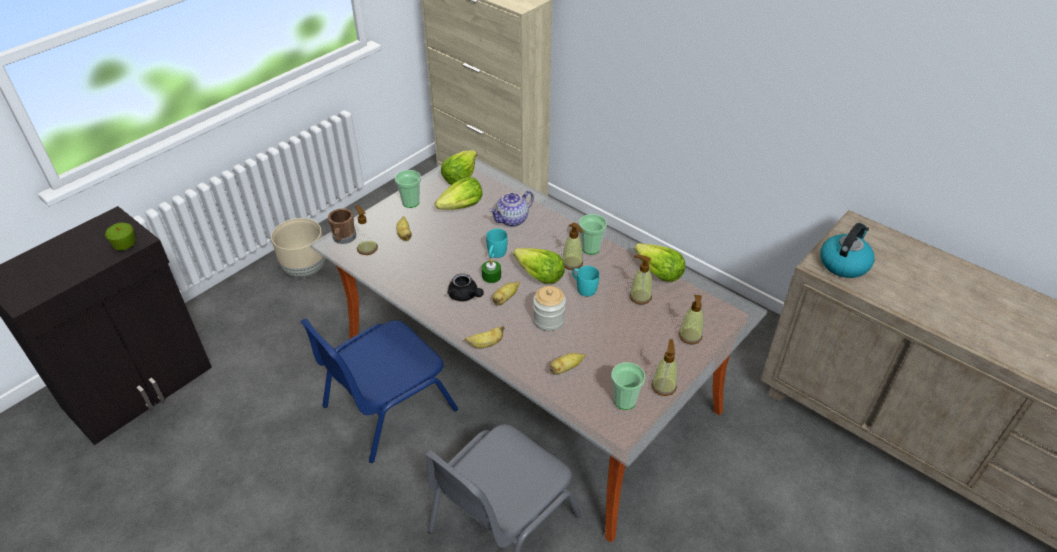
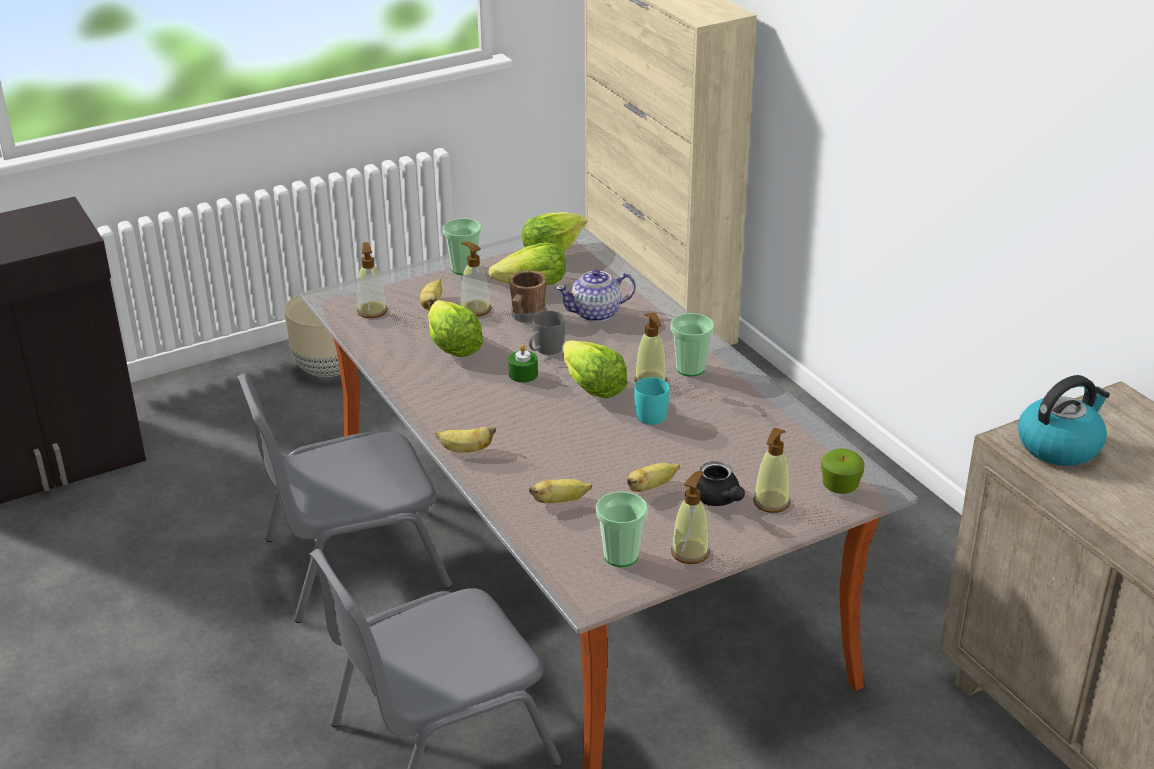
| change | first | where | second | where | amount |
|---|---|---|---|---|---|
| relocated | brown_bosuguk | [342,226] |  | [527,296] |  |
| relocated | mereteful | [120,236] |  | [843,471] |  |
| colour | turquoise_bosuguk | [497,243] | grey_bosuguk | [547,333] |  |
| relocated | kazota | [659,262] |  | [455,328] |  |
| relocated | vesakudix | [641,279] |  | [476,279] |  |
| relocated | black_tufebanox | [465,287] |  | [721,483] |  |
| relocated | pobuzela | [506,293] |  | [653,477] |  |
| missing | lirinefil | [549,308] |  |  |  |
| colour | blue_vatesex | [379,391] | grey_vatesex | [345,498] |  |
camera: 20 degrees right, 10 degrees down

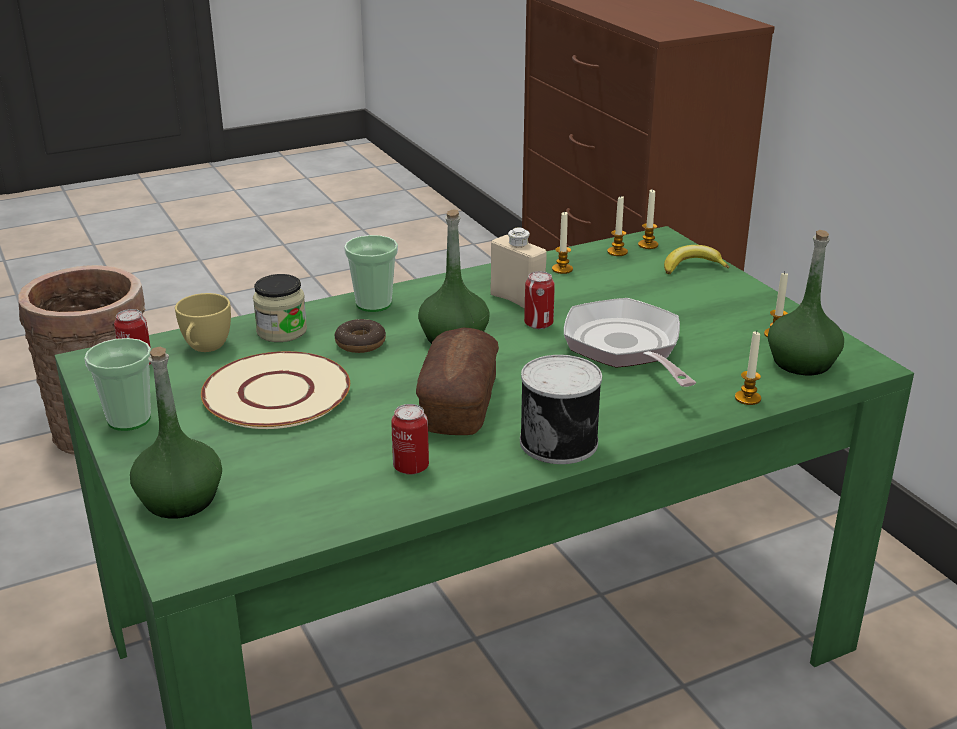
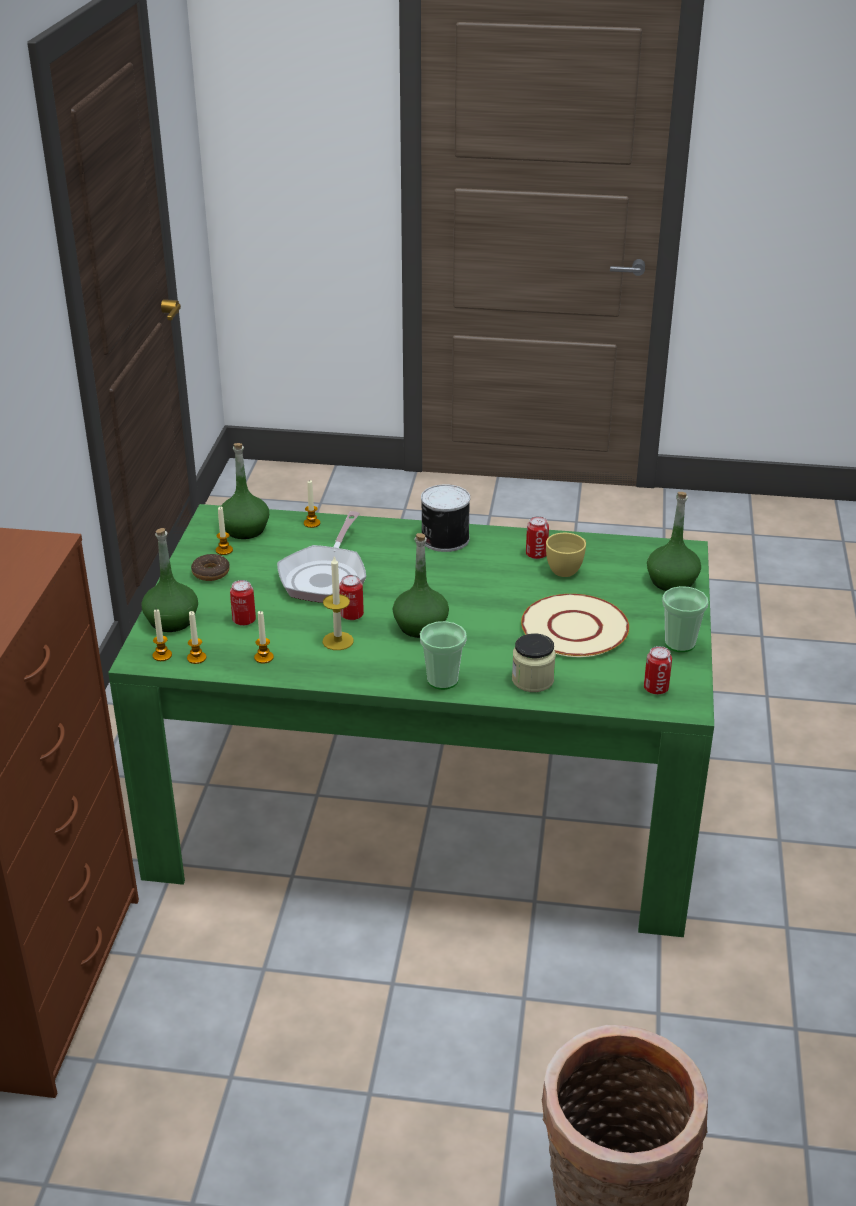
| change | first | where | second | where | amount |
|---|---|---|---|---|---|
| exchanged | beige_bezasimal | [519,268] | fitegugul | [338,602] |  |
| exchanged | pobuzela | [696,259] | green_bezasimal | [169,580] |  |
| relocated | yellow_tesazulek | [203,322] |  | [566,555] |  |
| relocated | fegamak | [360,336] |  | [210,567] |  |
| missing | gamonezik | [457,381] |  |  |  |
| appeared |  |  | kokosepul | [243,603] |  |
camera: 145 degrees left, 5 degrees up

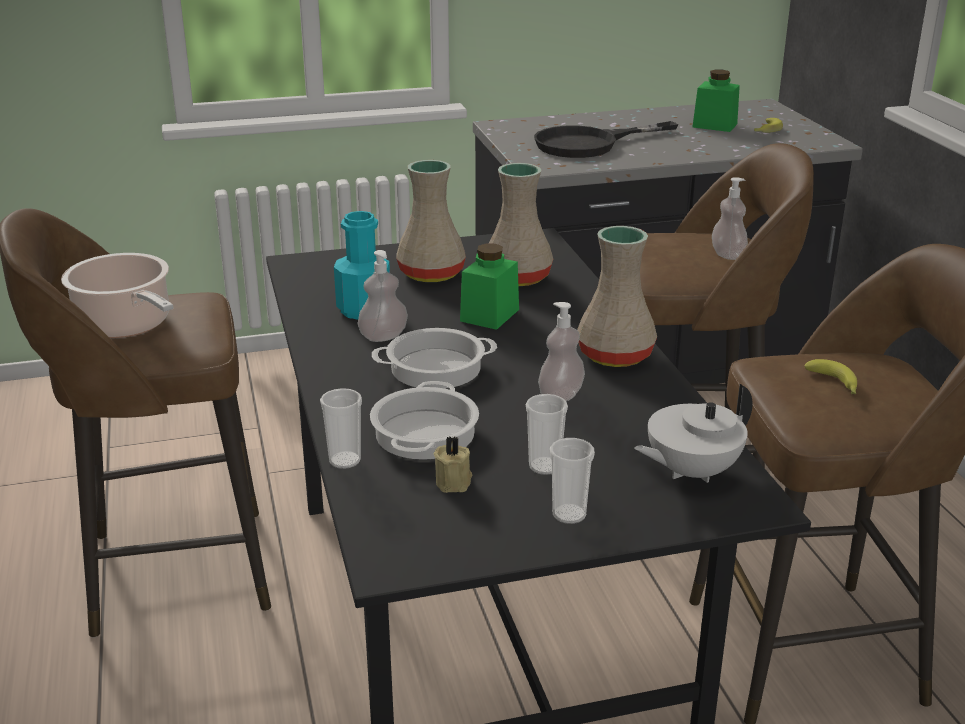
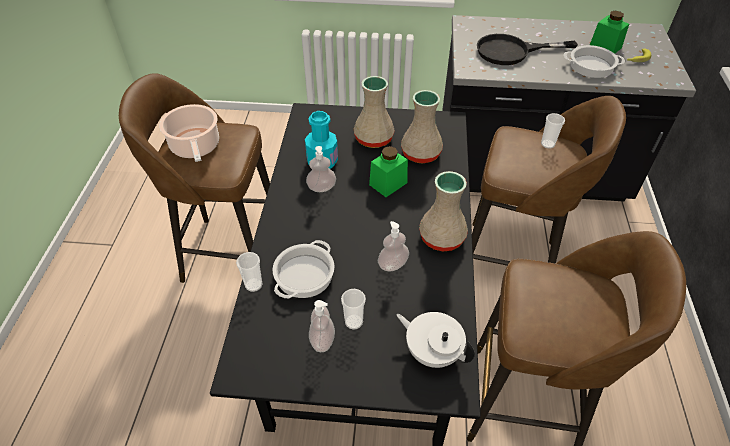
| change | first | where | second | where | amount |
|---|---|---|---|---|---|
| relocated | vesakudix | [730,218] |  | [322,326] |  |
| relocated | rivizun | [434,358] |  | [594,61] |  |
| missing | pobuzela | [830,376] |  |  |  |
| spun | white_tufebanox | [693,433] |  | [436,340] | 45 degrees clockwise |
| missing | beige_fitegugul | [453,464] |  |  |  |
| relocated | tesazulek | [572,481] |  | [553,131] |  |
camera: 20 degrees right, 20 degrees up

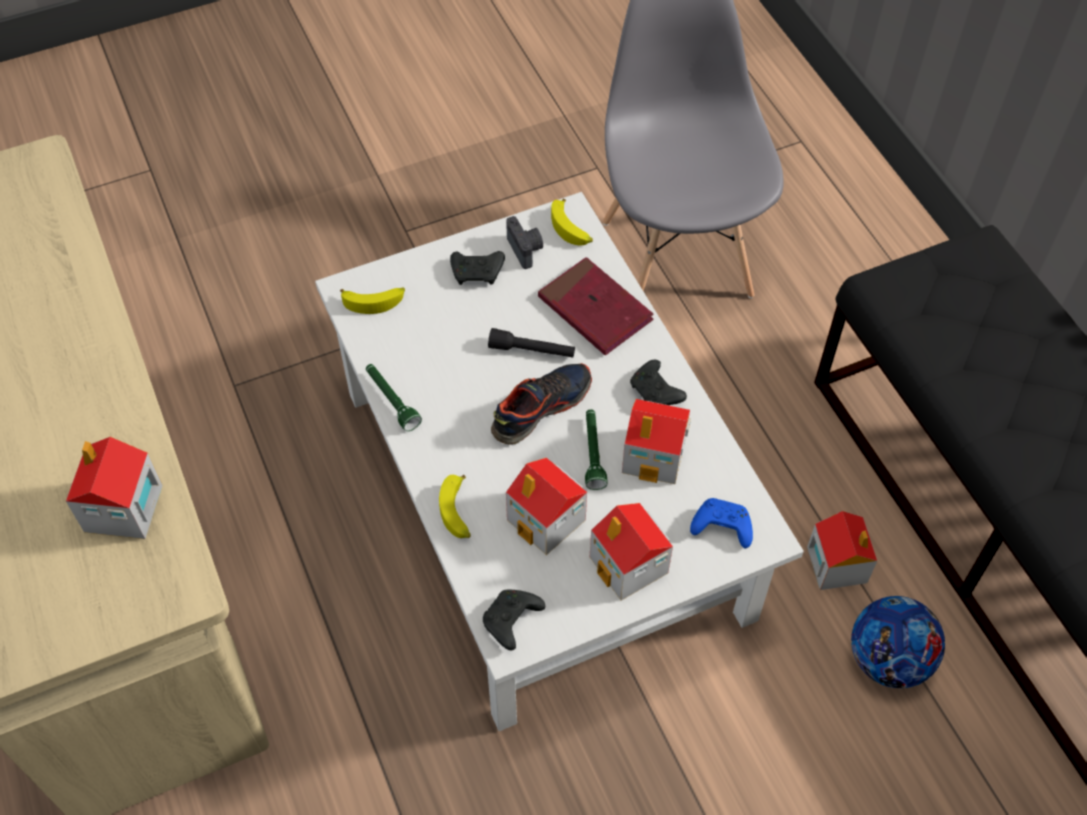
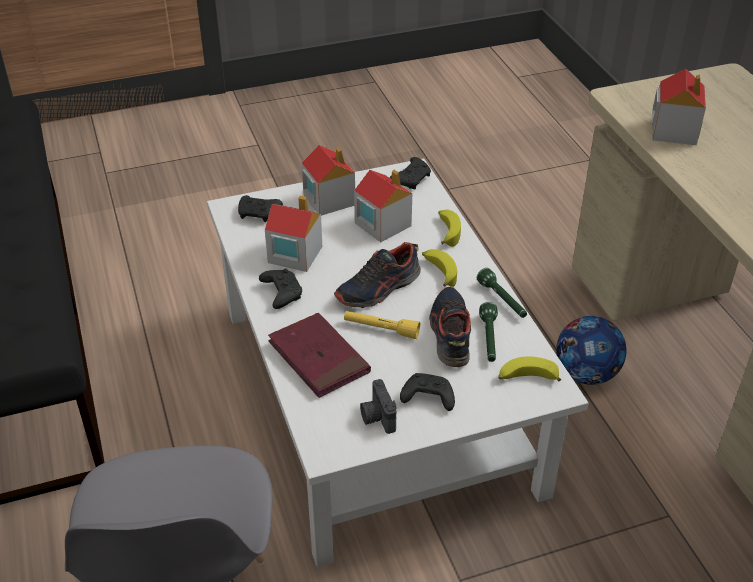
| change | first | where | second | where | amount |
|---|---|---|---|---|---|
| relocated | pobuzela | [572,222] |  | [439,268] |  |
| colour | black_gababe | [531,343] | yellow_gababe | [382,325] |  |
| relocated | green_gababe | [596,449] |  | [488,332] |  |
| colour | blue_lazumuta | [721,523] | black_lazumuta | [260,208] |  |
| missing | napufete | [842,550] |  |  |  |
| relocated | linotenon | [898,642] |  | [591,350] |  |
| appeared |  |  | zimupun | [450,327] |  |
camera: 175 degrees left, 15 degrees down

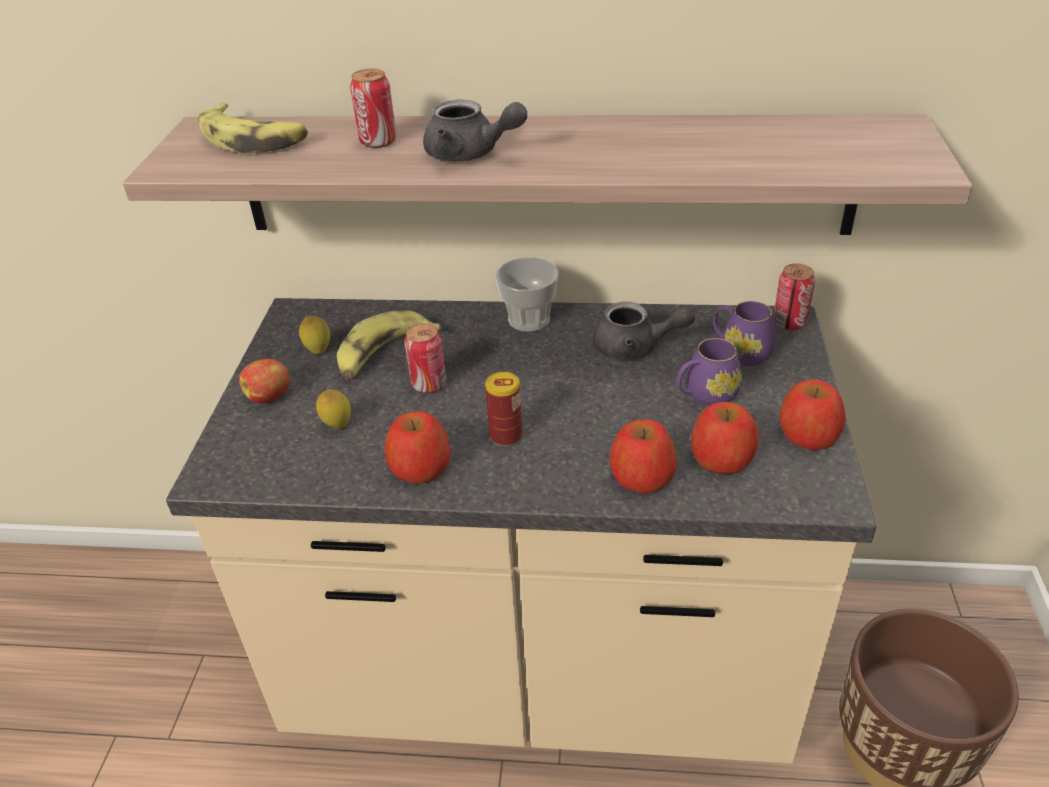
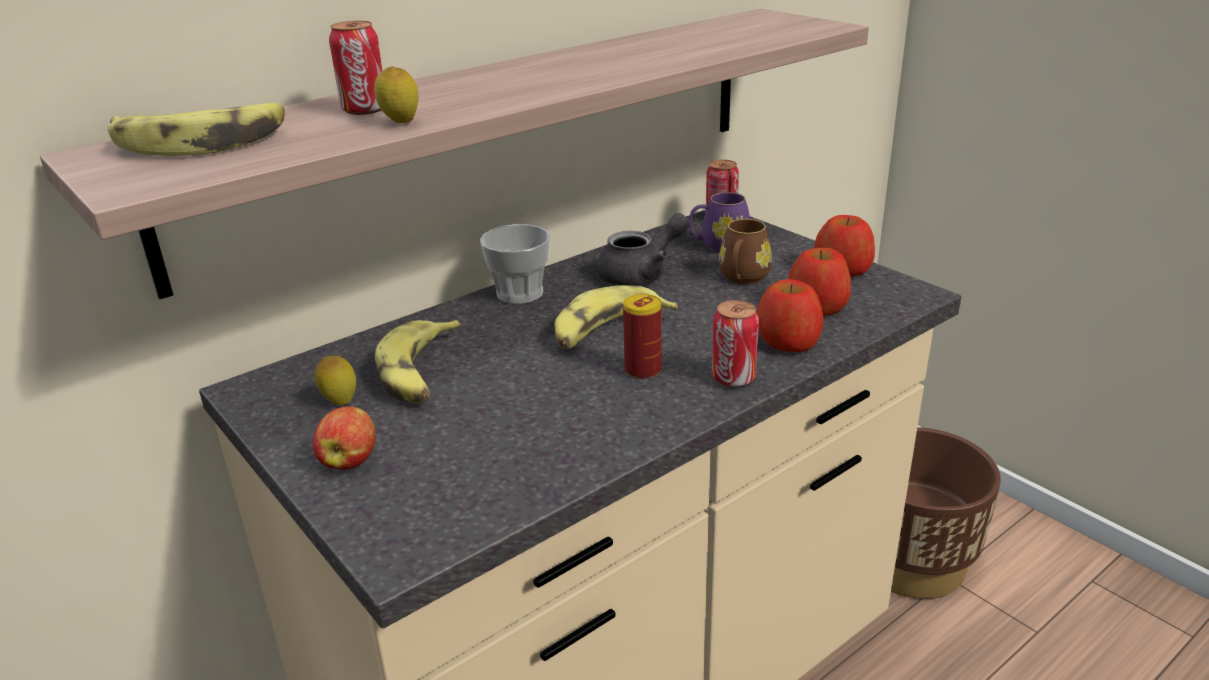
| change | first | where | second | where | amount |
|---|---|---|---|---|---|
| missing | grey_tufebanox | [475,130] |  |  |  |
| relocated | kokosepul | [425,358] |  | [735,343] |  |
| colour | purple_bosuguk | [709,372] | brown_bosuguk | [745,251] |  |
| relocated | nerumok | [333,409] |  | [396,94] |  |
| missing | mereteful | [417,447] |  |  |  |
| appeared |  |  | pobuzela | [616,317] |  |
camera: 45 degrees left, 10 degrees down

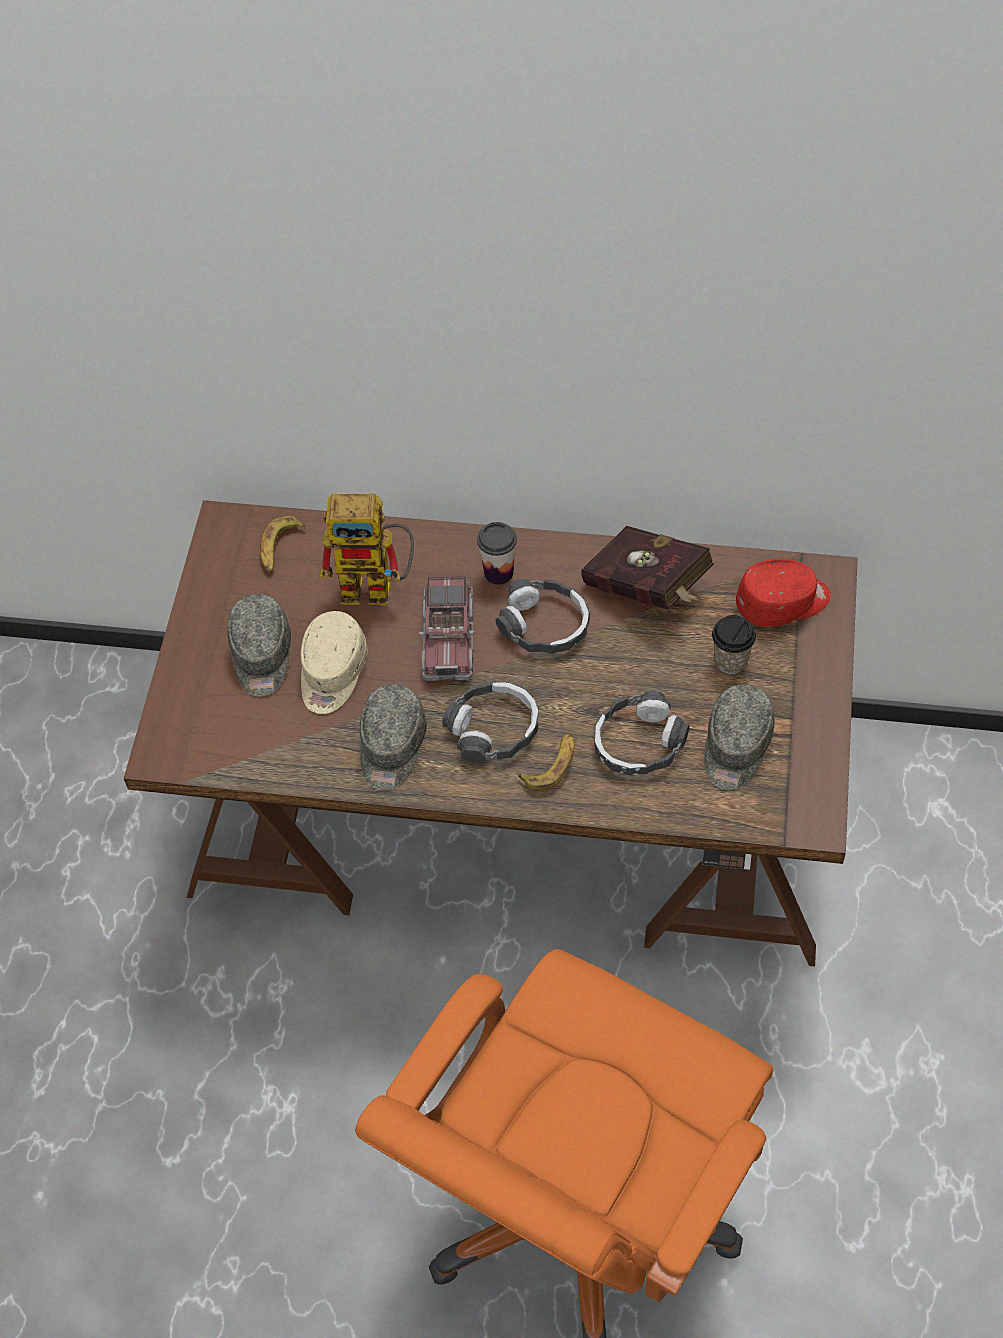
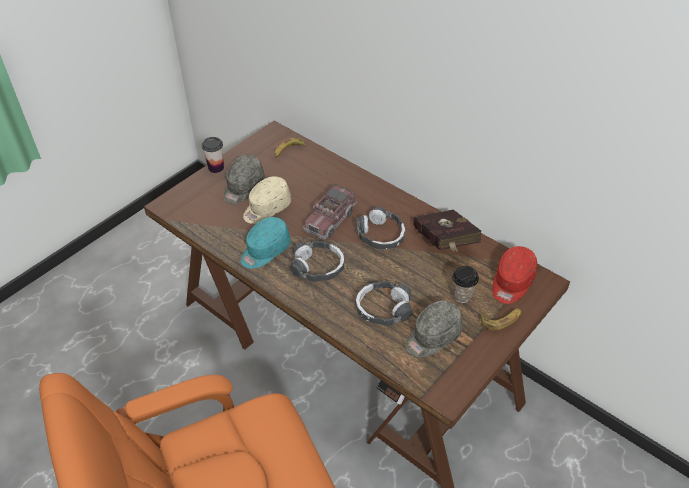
| change | first | where | second | where | amount |
|---|---|---|---|---|---|
| missing | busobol | [367,549] |  |  |  |
| relocated | tesazulek | [497,553] |  | [213,155] |  |
| spun | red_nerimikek | [783,593] |  | [514,275] | 105 degrees clockwise |
| colour | grey_nerimikek | [393,737] | turquoise_nerimikek | [266,243] |  |
| relocated | pobuzela | [546,763] |  | [500,319] |  |
camera: 30 degrees right, 10 degrees down

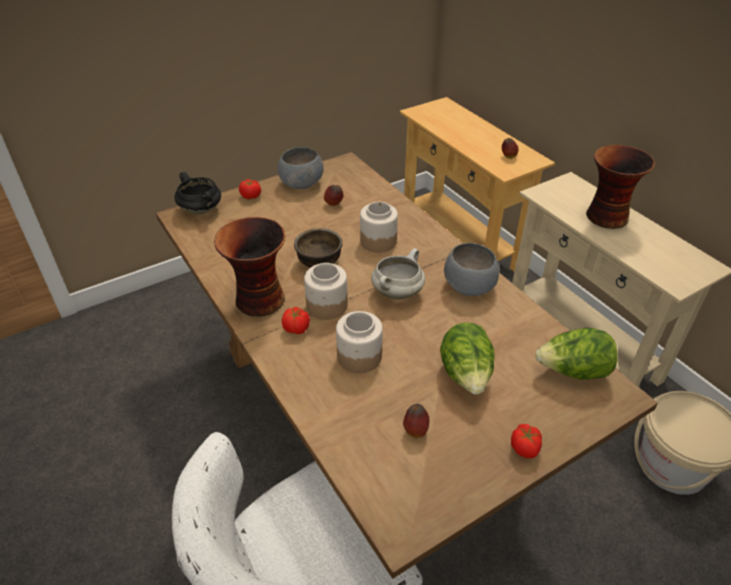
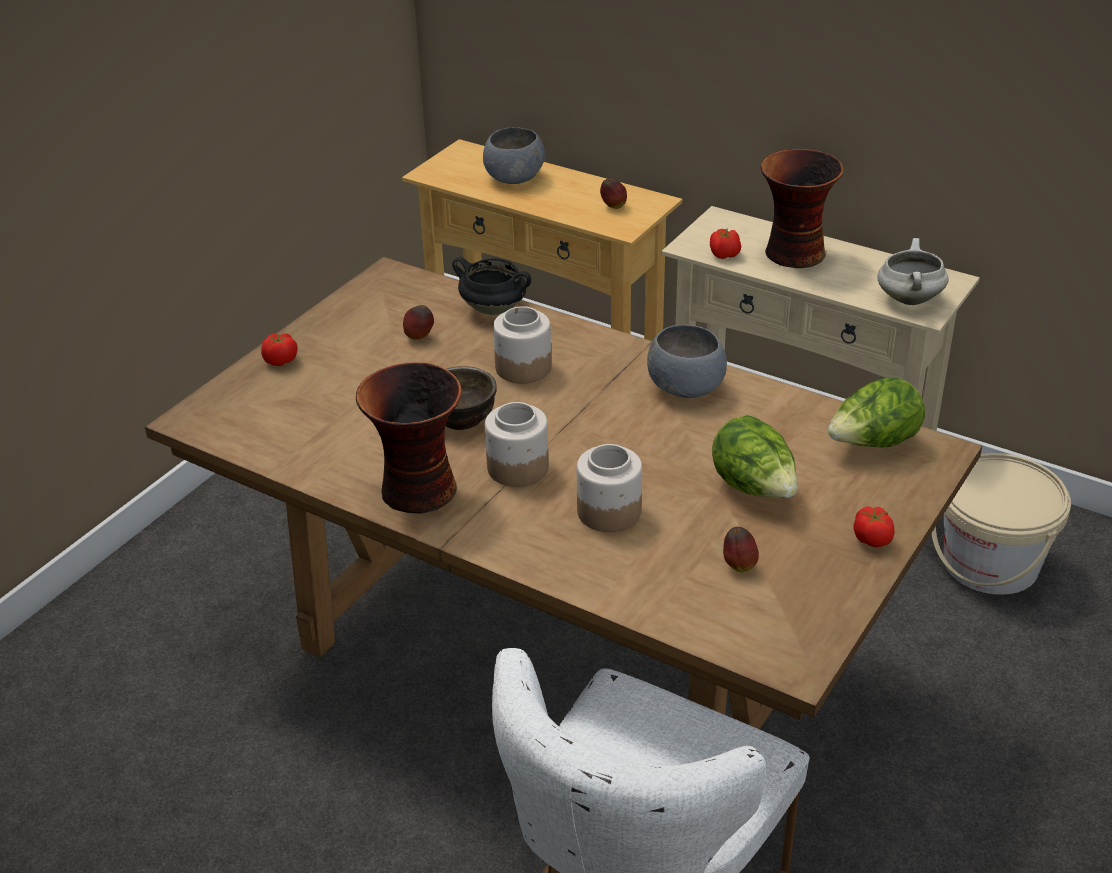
| change | first | where | second | where | amount |
|---|---|---|---|---|---|
| relocated | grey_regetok | [300,168] |  | [514,155] |  |
| relocated | black_rivizun | [197,193] |  | [491,286] |  |
| relocated | white_rivizun | [398,273] |  | [913,271] |  |
| relocated | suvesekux | [296,320] |  | [725,243] |  |
camera: 25 degrees left, 5 degrees down

